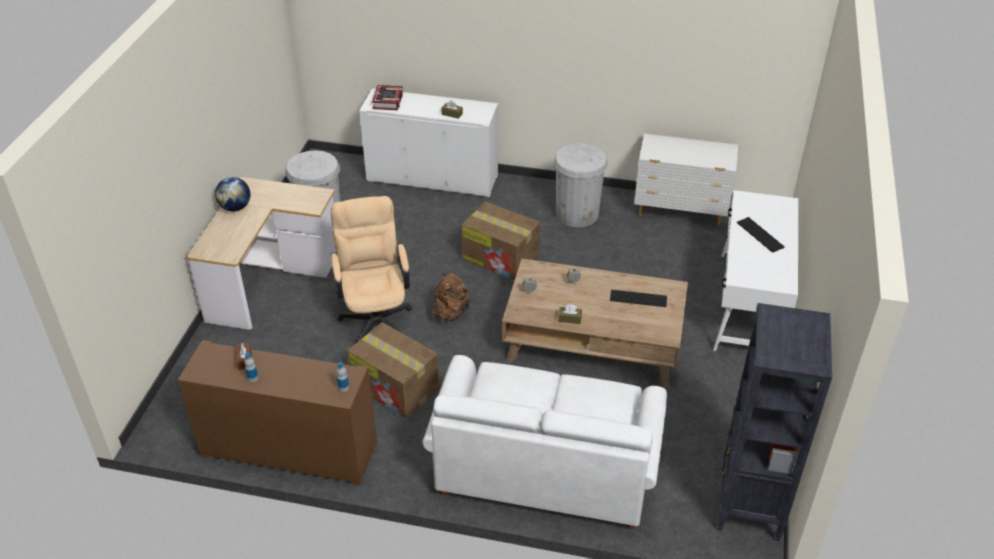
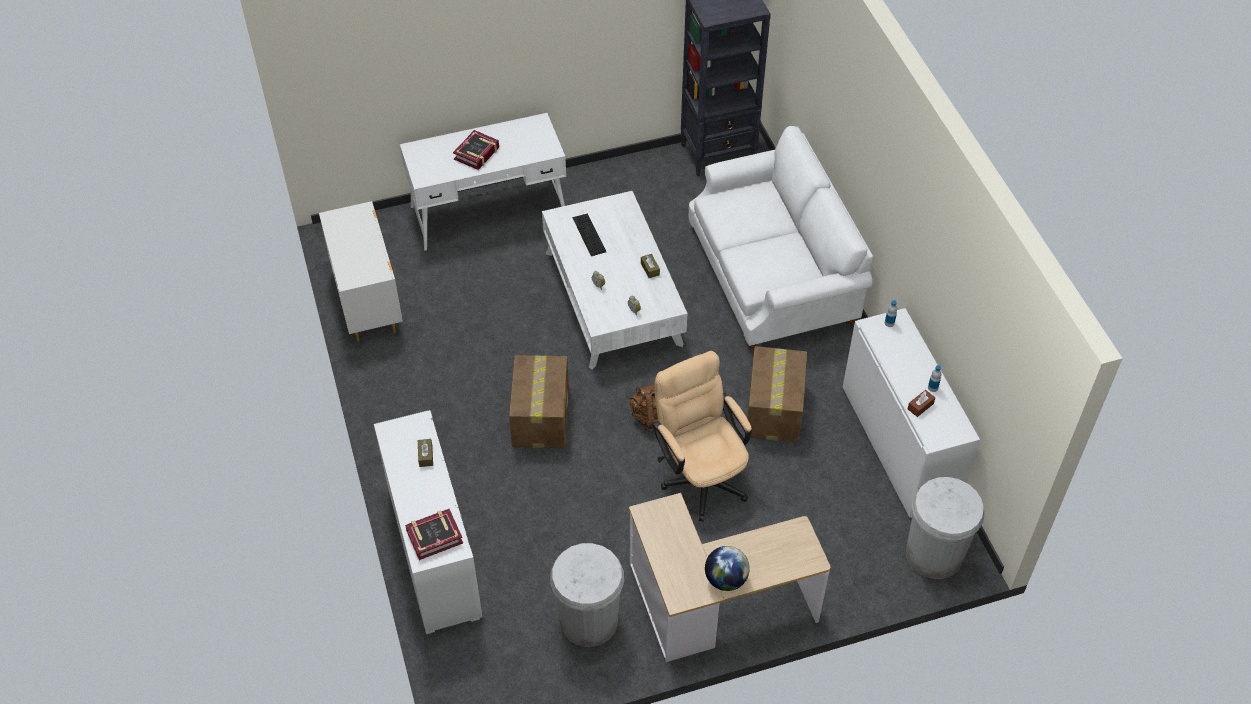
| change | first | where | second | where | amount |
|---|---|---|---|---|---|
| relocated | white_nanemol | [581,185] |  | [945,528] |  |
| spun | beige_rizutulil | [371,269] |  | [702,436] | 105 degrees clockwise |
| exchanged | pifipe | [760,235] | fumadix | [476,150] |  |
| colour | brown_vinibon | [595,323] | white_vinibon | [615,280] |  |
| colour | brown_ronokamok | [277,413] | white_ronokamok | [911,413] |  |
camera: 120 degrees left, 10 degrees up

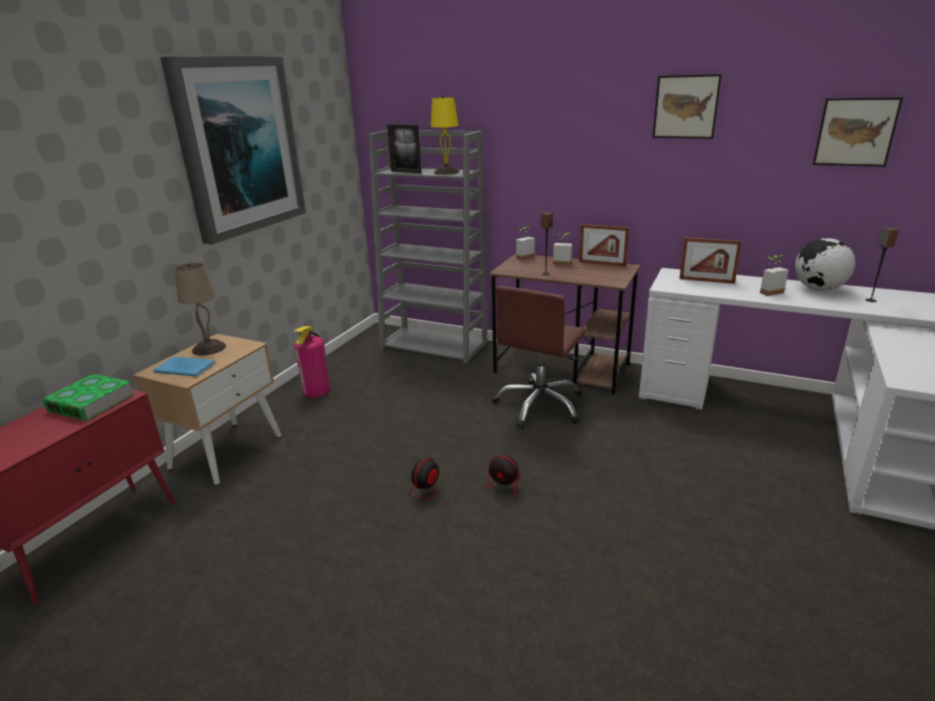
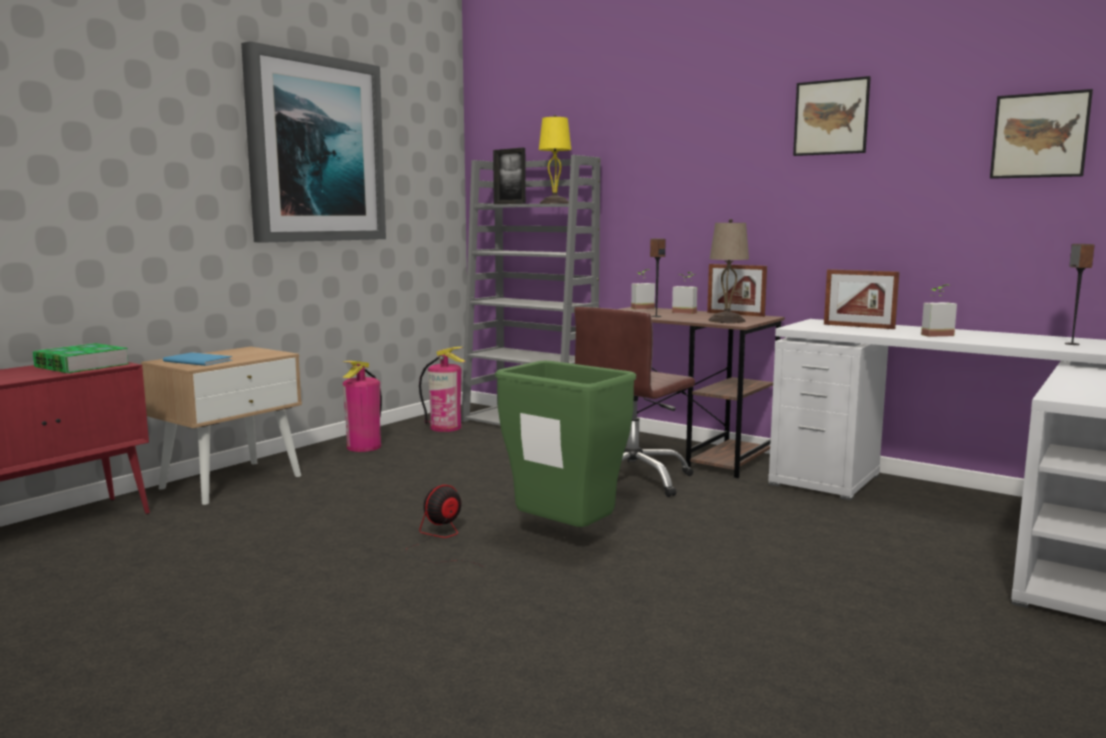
| change | first | where | second | where | amount |
|---|---|---|---|---|---|
| missing | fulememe | [825,264] |  |  |  |
| relocated | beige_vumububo | [200,309] |  | [728,271] |  |
| exchanged | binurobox | [522,475] | green_nanemol | [565,444] |  |
| appeared |  |  | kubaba | [442,389] |  |
camera: 10 degrees right, 15 degrees down

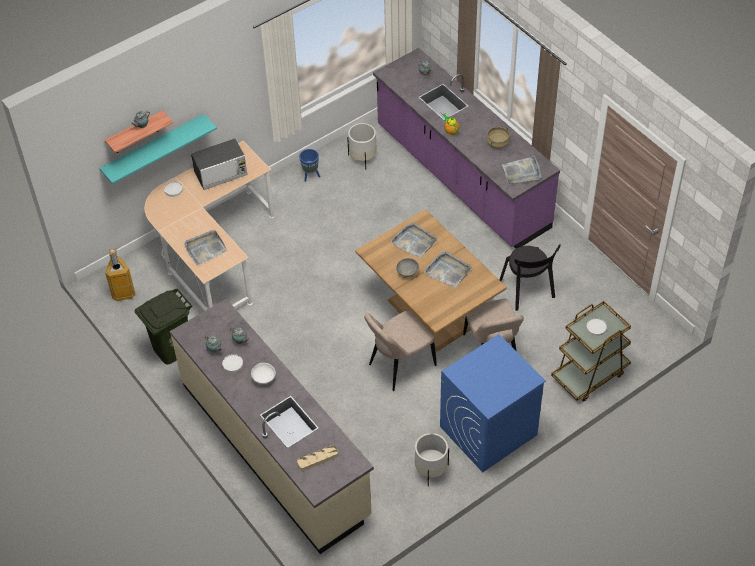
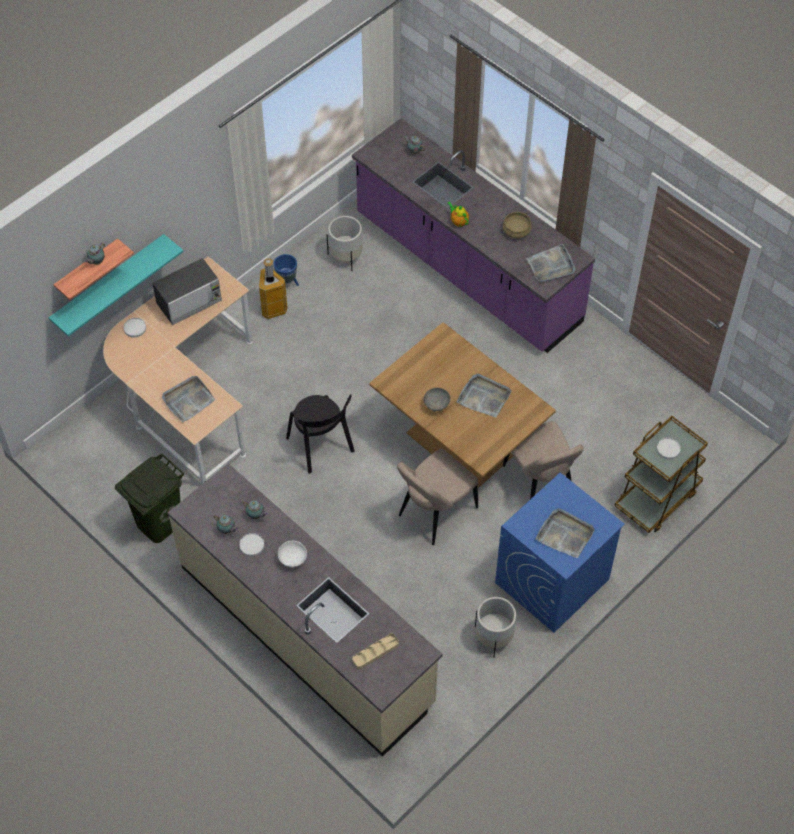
| change | first | where | second | where | amount |
|---|---|---|---|---|---|
| relocated | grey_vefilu | [413,240] |  | [565,533] |  |
| relocated | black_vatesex | [530,277] |  | [320,434] |  |
| relocated | nanemol | [120,274] |  | [273,288] |  |
camera: 10 degrees left, 5 degrees up

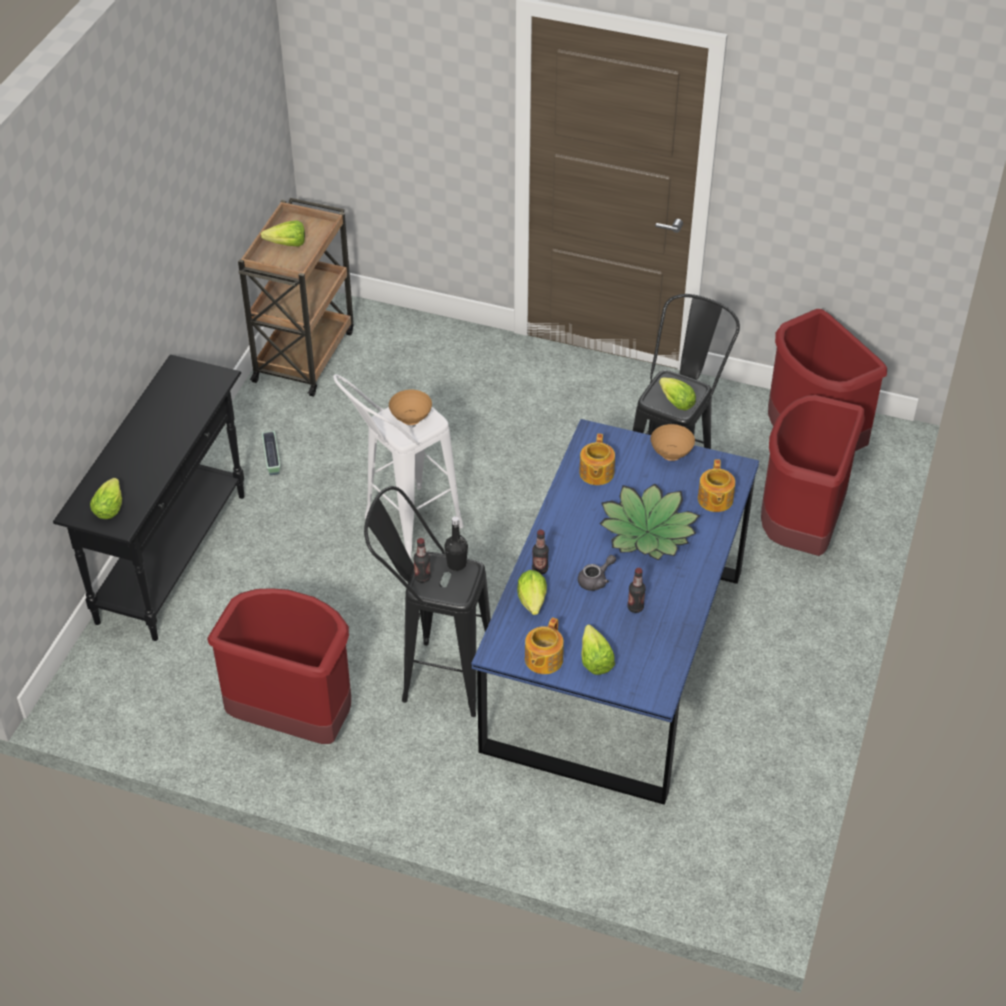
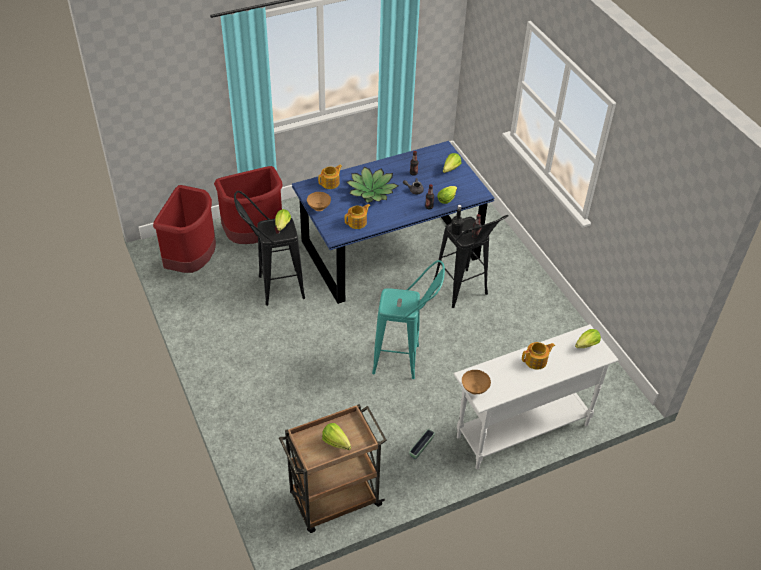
| change | first | where | second | where | amount |
|---|---|---|---|---|---|
| colour | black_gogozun | [149,498] | white_gogozun | [536,396] |  |
| colour | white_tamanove | [398,466] | turquoise_tamanove | [408,319] |  |
| relocated | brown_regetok | [410,407] |  | [476,382] |  |
| missing | red_nanemol | [279,666] |  |  |  |
| relocated | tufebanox | [544,646] |  | [538,356] |  |
camera: 135 degrees left, 0 degrees up

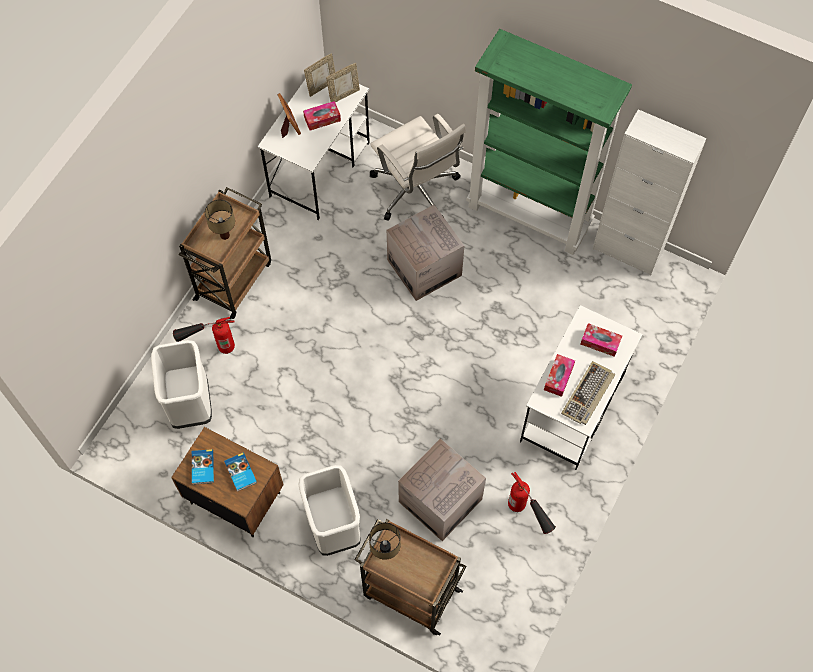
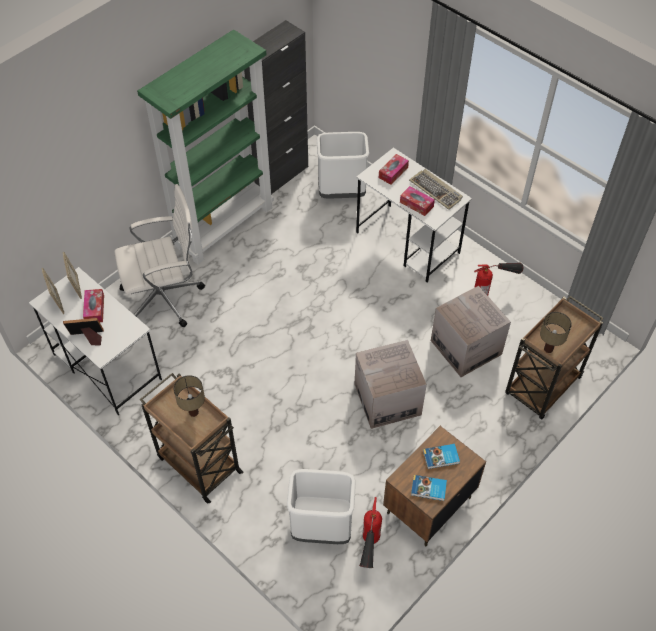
| change | first | where | second | where | amount |
|---|---|---|---|---|---|
| colour | white_ronokamok | [650,192] | black_ronokamok | [276,107] |  |
| relocated | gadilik | [425,253] |  | [390,384] |  |
| relocated | kubaba | [204,335] |  | [370,532] |  |
| relocated | white_nanemol | [330,510] |  | [343,165] |  |
camera: 75 degrees left, 10 degrees down

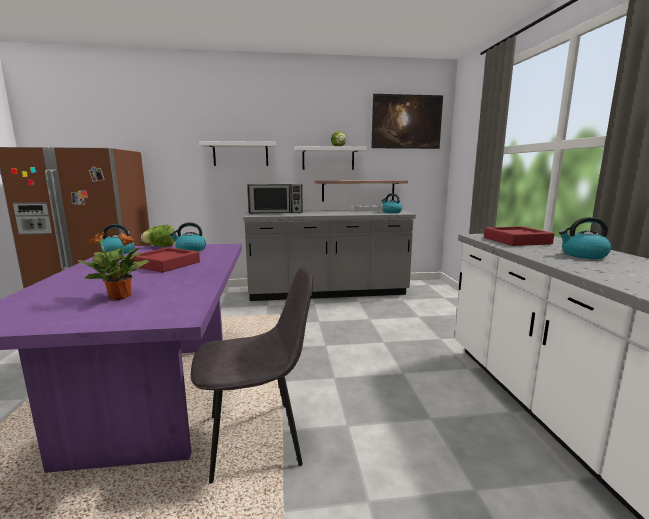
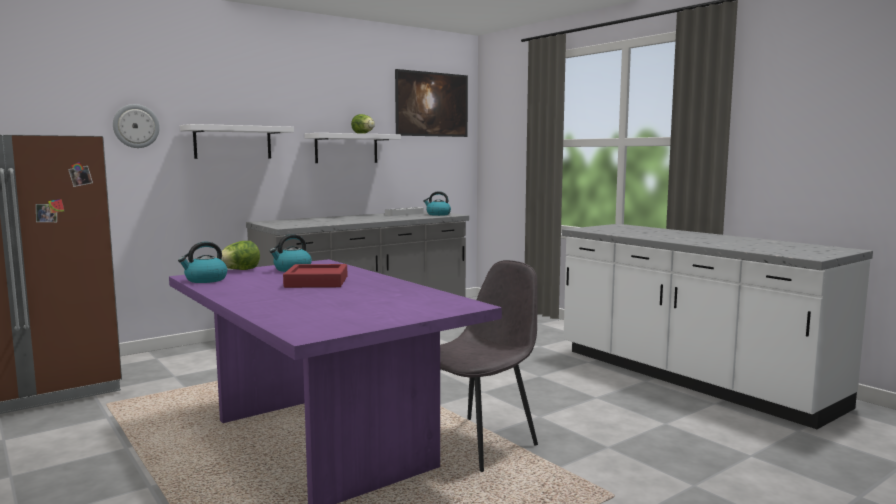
| change | first | where | second | where | amount |
|---|---|---|---|---|---|
| missing | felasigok | [361,190] |  |  |  |
| missing | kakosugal | [275,198] |  |  |  |
| missing | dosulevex | [585,238] |  |  |  |
| missing | red_vefilu | [519,236] |  |  |  |
| missing | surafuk | [113,266] |  |  |  |
| appeared |  |  | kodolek | [136,126] |  |
camera: 30 degrees left, 5 degrees down

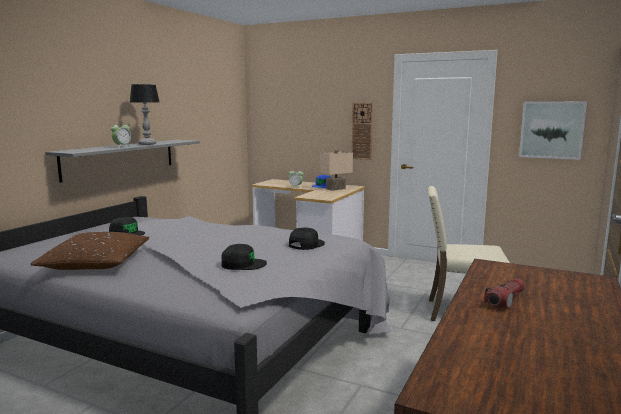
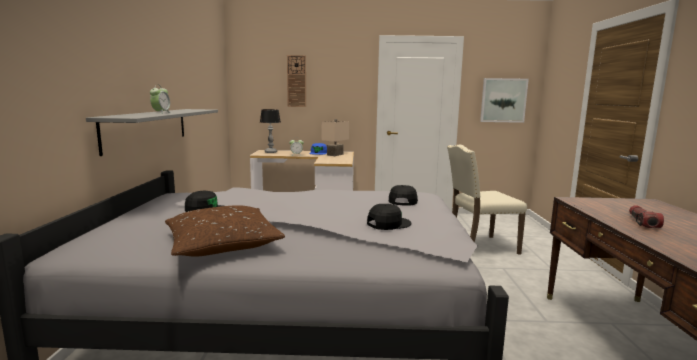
| change | first | where | second | where | amount |
|---|---|---|---|---|---|
| relocated | vumububo | [144,114] |  | [270,131] |  |
| relocated | kodolek | [362,131] |  | [296,81] |  |
camera: 25 degrees left, 0 degrees up

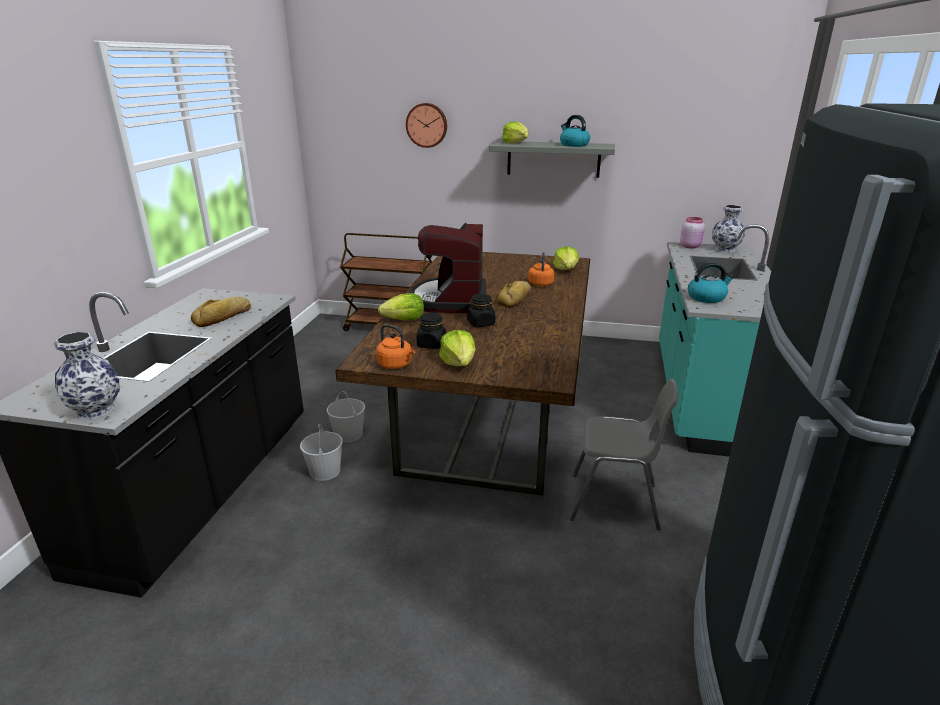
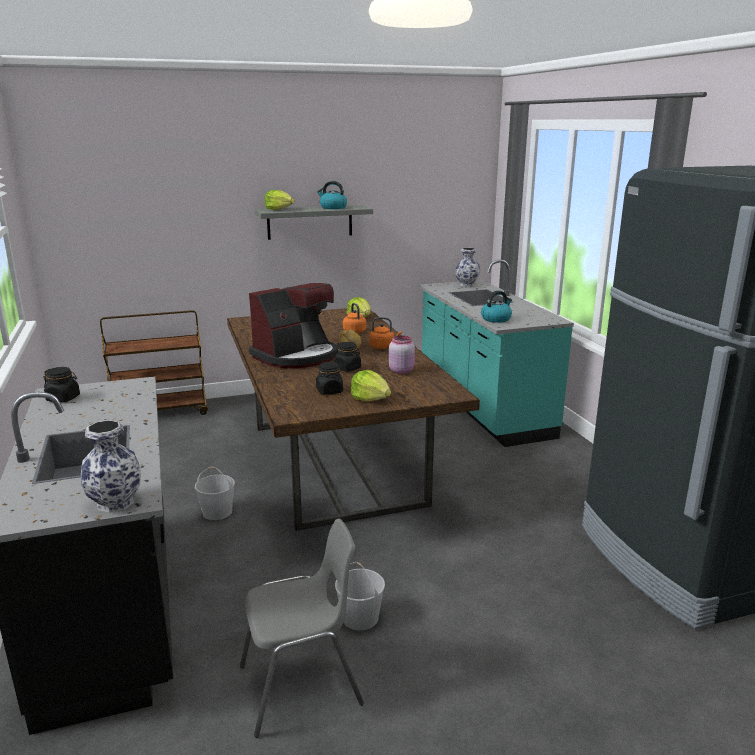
| change | first | where | second | where | amount |
|---|---|---|---|---|---|
| missing | kodolek | [426,125] |  |  |  |
| relocated | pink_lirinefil | [692,233] |  | [402,354] |  |
| spun | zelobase | [448,268] |  | [293,326] | 105 degrees counterclockwise |
| missing | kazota | [401,306] |  |  |  |
| missing | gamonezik | [221,312] |  |  |  |
| relocated | orange_dosulevex | [395,346] |  | [385,333] |  |
| relocated | grey_vatesex | [624,454] |  | [302,628] |  |
| relocated | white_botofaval | [321,452] |  | [360,596] |  |
| appeared |  |  | black_lirinefil | [62,384] |  |
camera: 30 degrees left, 5 degrees down

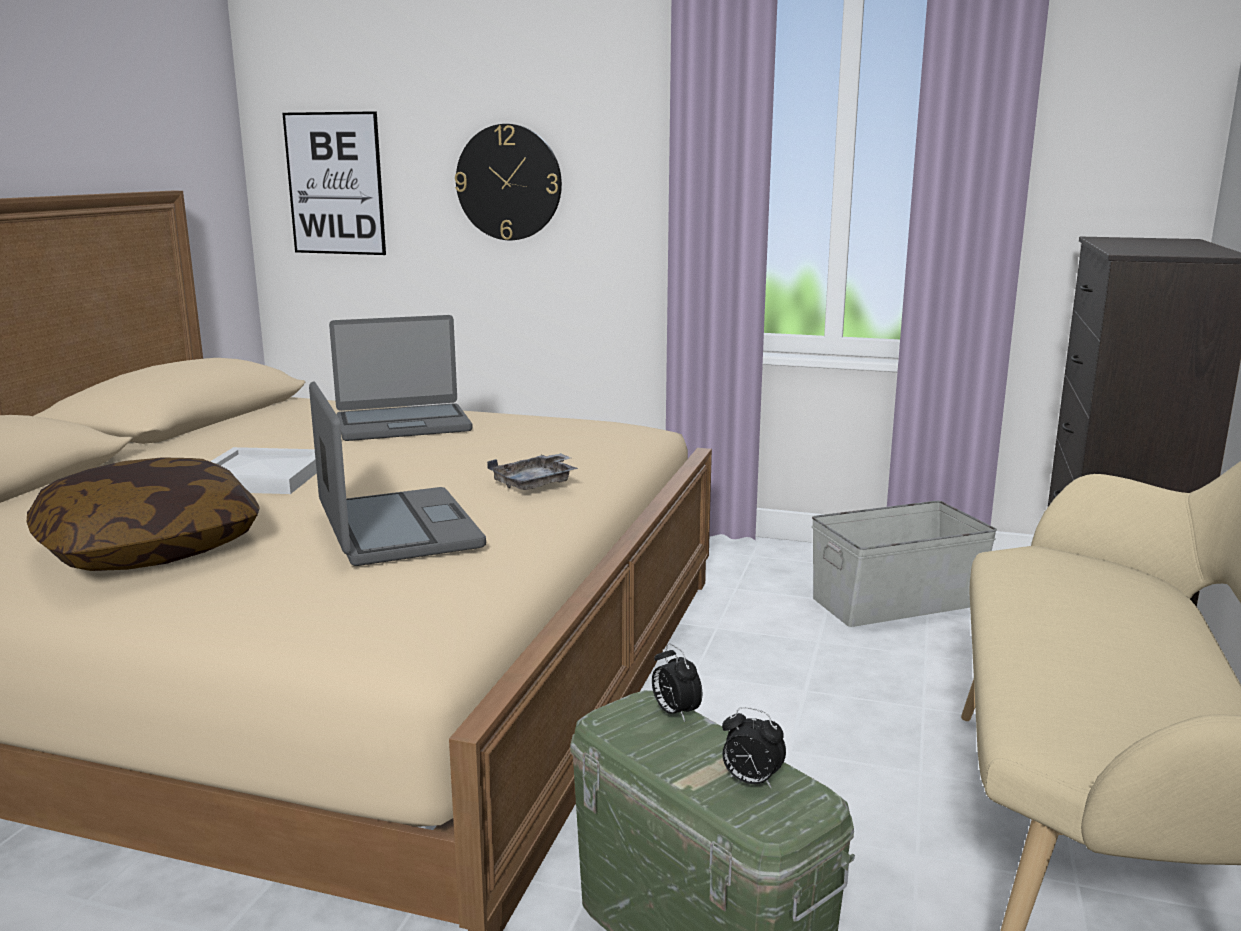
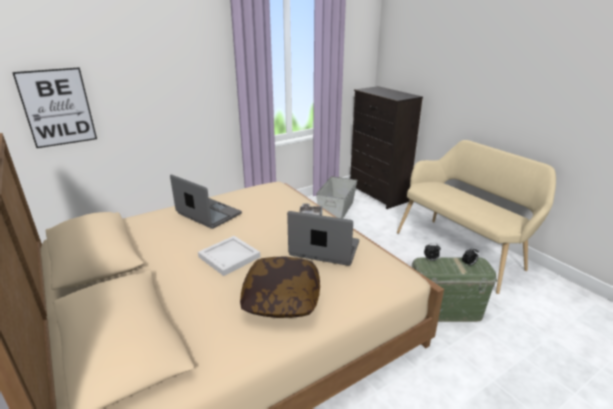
| change | first | where | second | where | amount |
|---|---|---|---|---|---|
| missing | kodolek | [508,182] |  |  |  |
| spun | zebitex | [401,378] |  | [206,202] | 75 degrees counterclockwise |
camera: 50 degrees left, 10 degrees up

